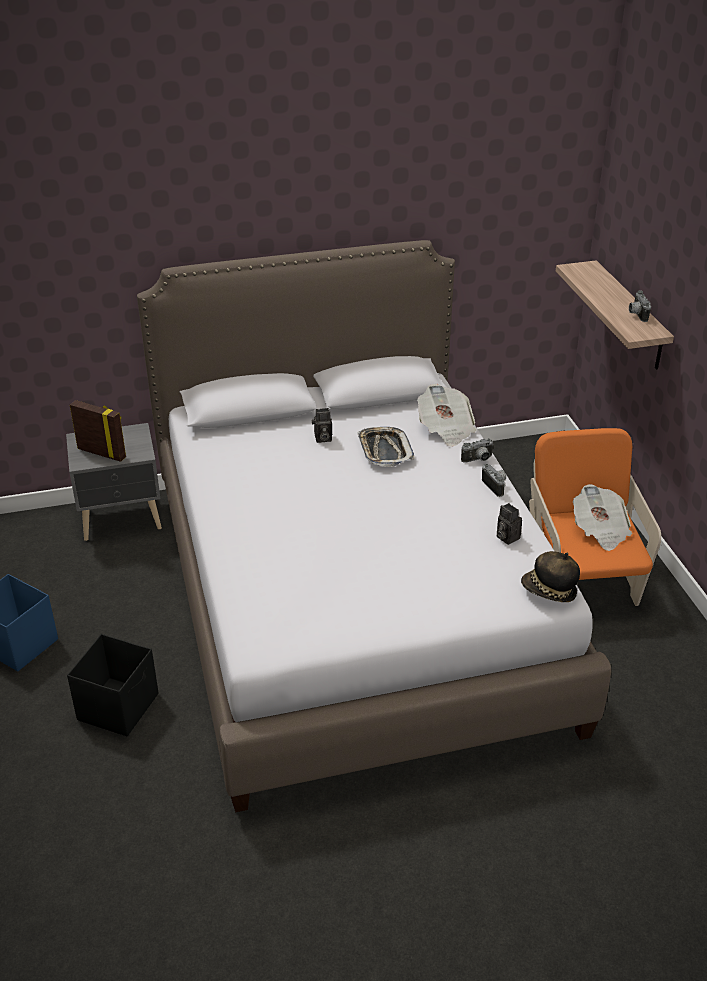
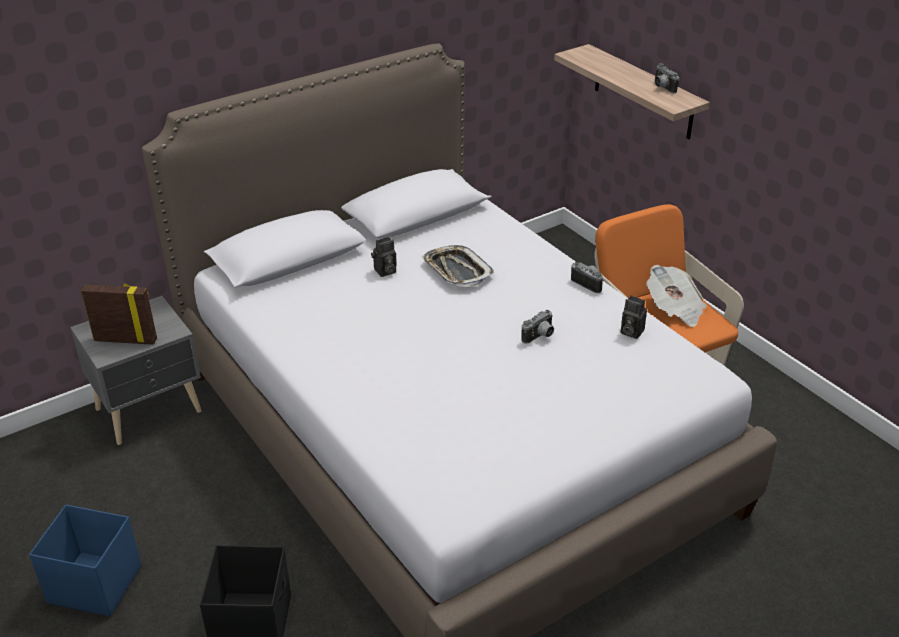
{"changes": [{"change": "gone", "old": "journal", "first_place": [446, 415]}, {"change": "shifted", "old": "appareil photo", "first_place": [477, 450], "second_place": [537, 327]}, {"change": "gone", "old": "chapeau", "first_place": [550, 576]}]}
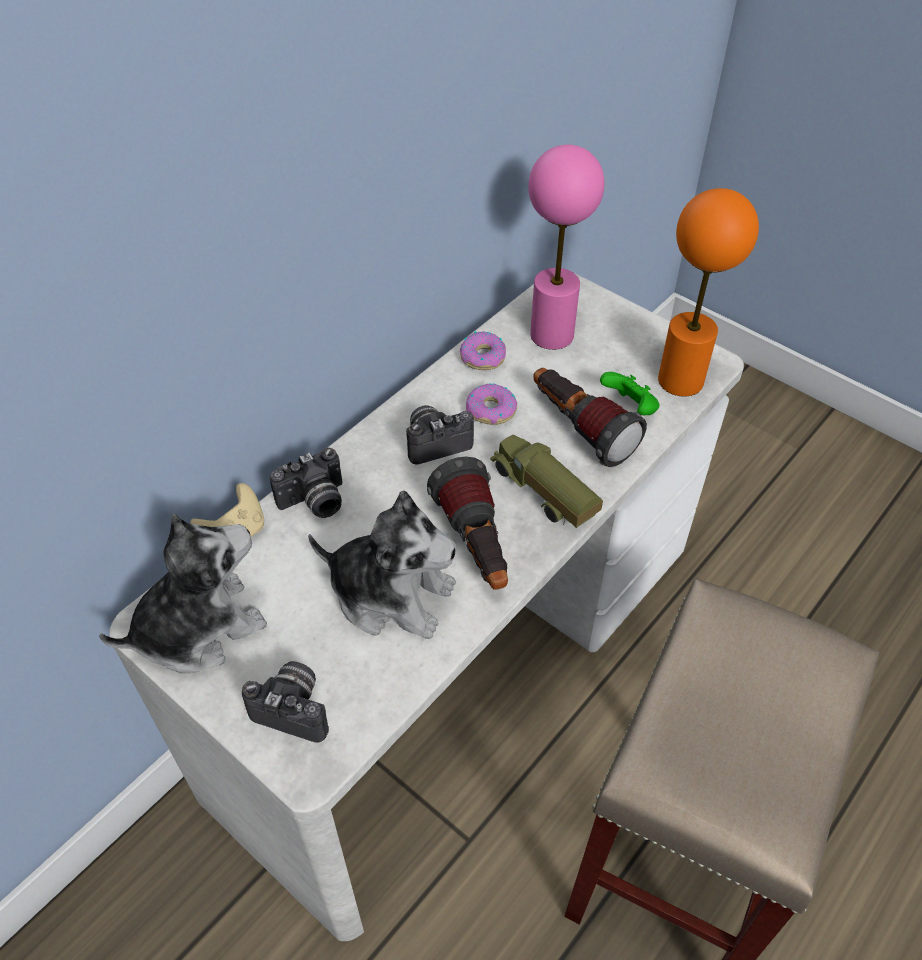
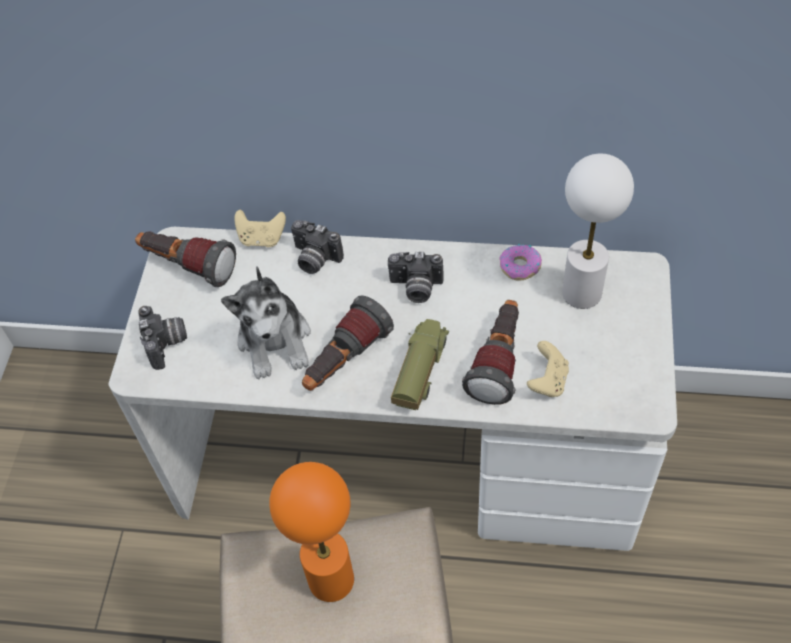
{"changes": [{"change": "repainted", "old": "lampe de table [rose]", "new": "lampe de table [blanc]", "first_place": [566, 247], "second_place": [598, 231]}, {"change": "shifted", "old": "lampe de table [orange]", "first_place": [708, 292], "second_place": [311, 532]}, {"change": "repainted", "old": "manette [vert]", "new": "manette [beige]", "first_place": [630, 393], "second_place": [548, 369]}, {"change": "gone", "old": "beignet", "first_place": [491, 404]}, {"change": "rotated", "old": "appareil photo", "first_place": [440, 434], "second_place": [416, 277], "degrees": 150}, {"change": "swapped", "old": "peluche", "new": "lampe de poche", "first_place": [183, 593], "second_place": [185, 259]}]}
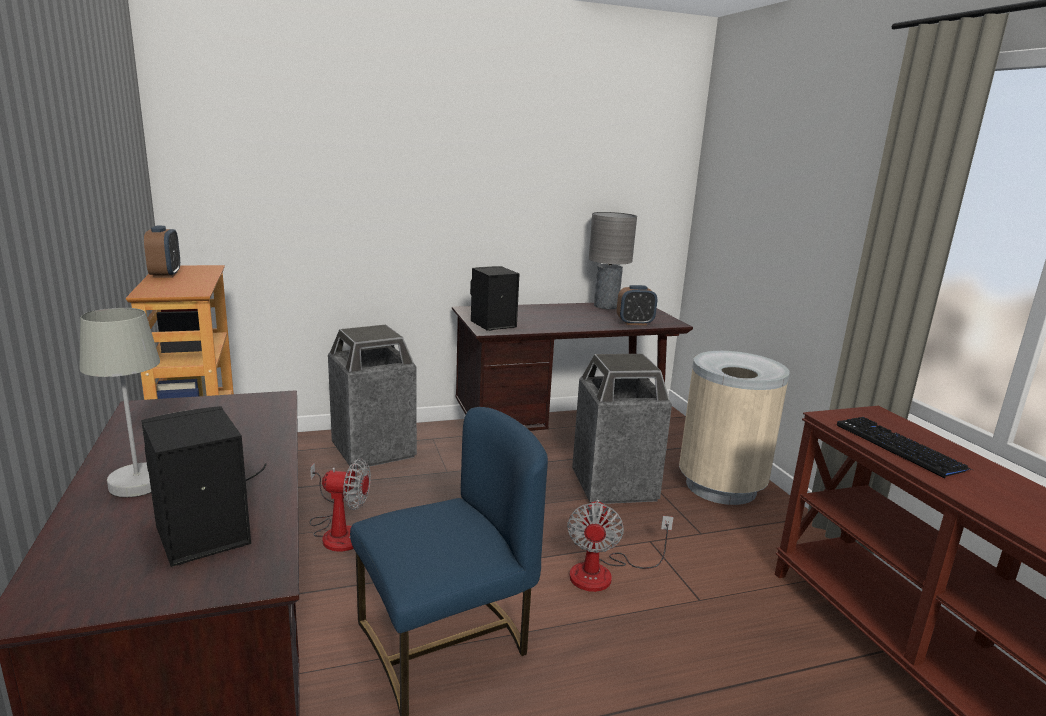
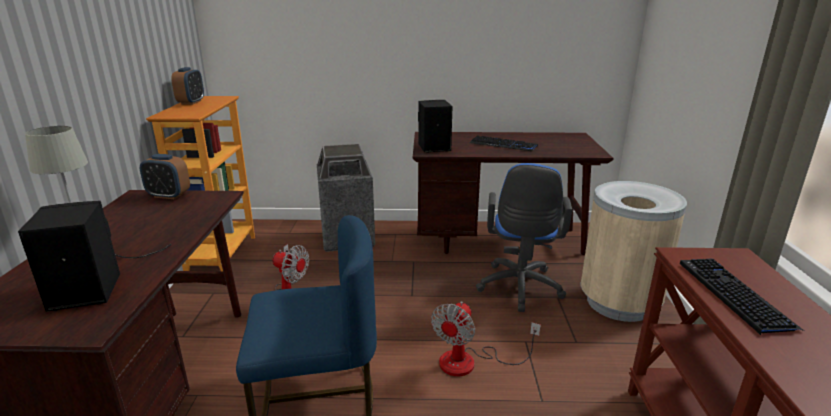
{"changes": [{"change": "gone", "old": "lampe de table [gris]", "first_place": [613, 260]}, {"change": "shifted", "old": "réveil", "first_place": [637, 305], "second_place": [165, 176]}, {"change": "swapped", "old": "poubelle", "new": "chaise de bureau [bleu]", "first_place": [622, 429], "second_place": [524, 237]}, {"change": "new", "new": "clavier", "second_place": [504, 143]}]}
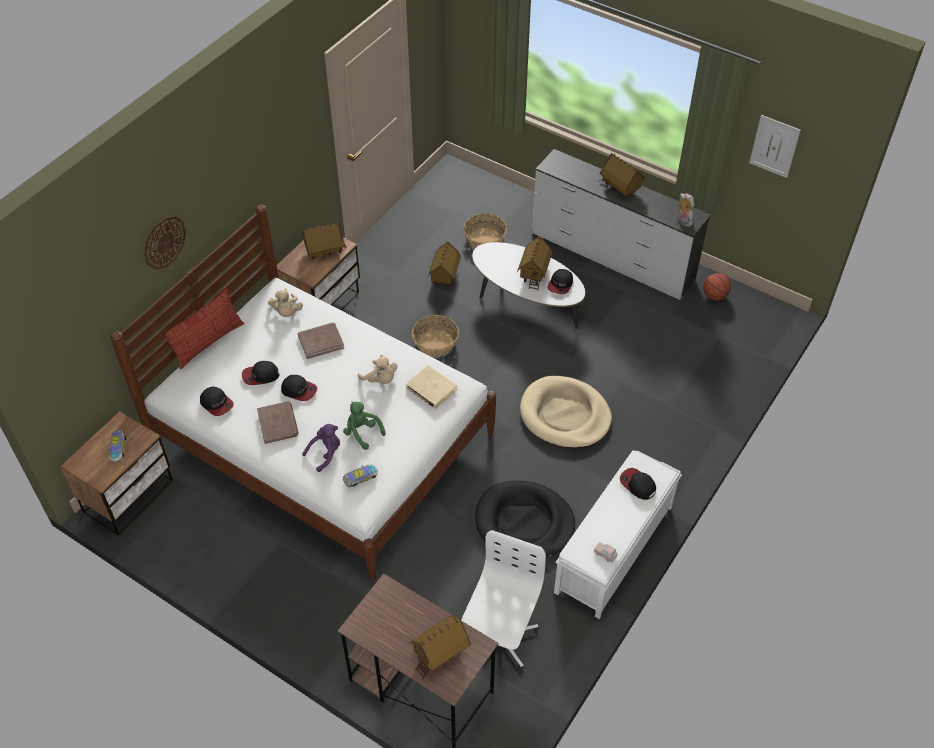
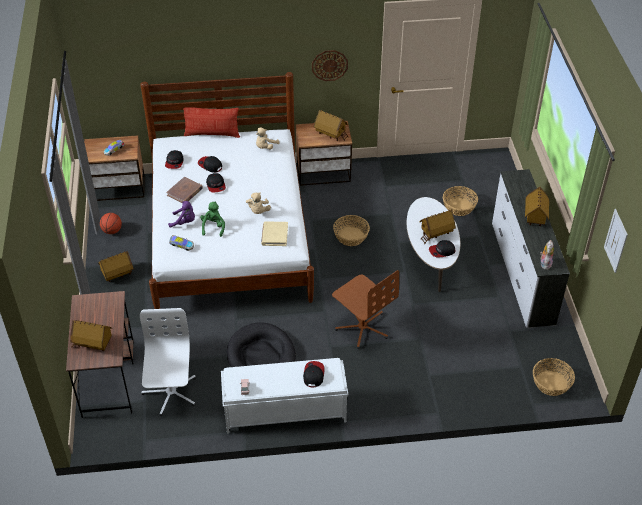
{"changes": [{"change": "shifted", "old": "horloge murale", "first_place": [165, 243], "second_place": [330, 65]}, {"change": "shifted", "old": "maison miniature", "first_place": [444, 264], "second_place": [116, 266]}, {"change": "shifted", "old": "ballon de basket", "first_place": [717, 287], "second_place": [111, 223]}, {"change": "gone", "old": "livre [marron]", "first_place": [321, 341]}, {"change": "swapped", "old": "panier pour chien [beige]", "new": "chaise de bureau [marron]", "first_place": [566, 412], "second_place": [365, 309]}, {"change": "rotated", "old": "chaise de bureau [blanc]", "first_place": [503, 599], "second_place": [168, 362], "degrees": -75}, {"change": "new", "new": "panier", "second_place": [554, 377]}]}
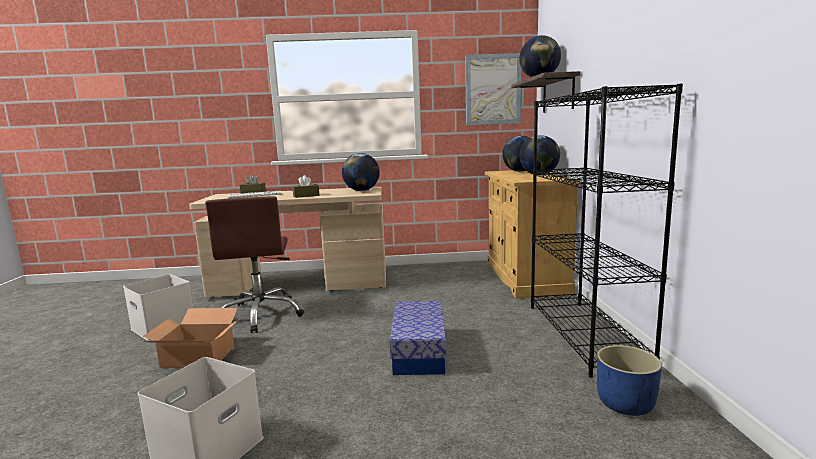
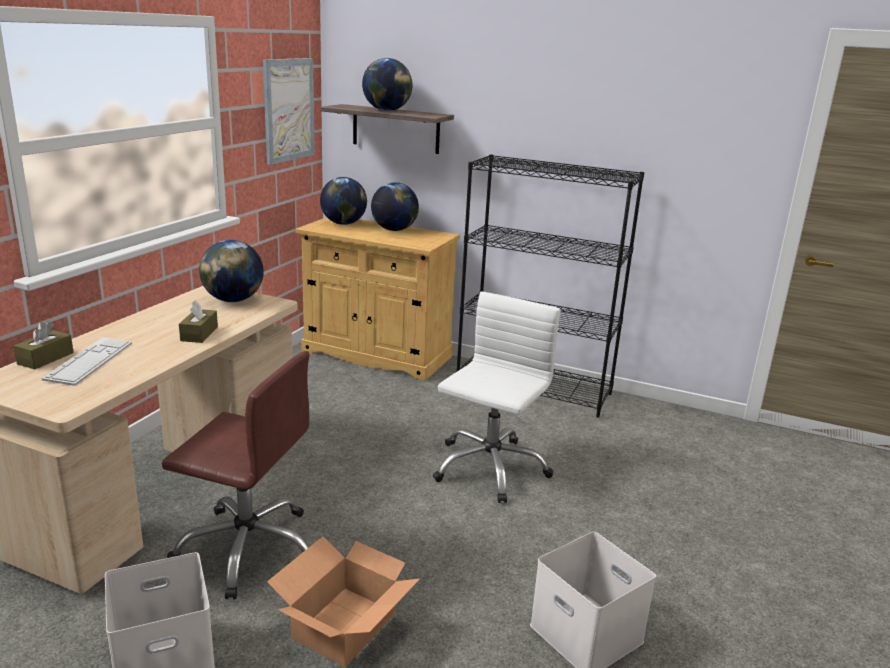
{"changes": [{"change": "swapped", "old": "boîte de rangement", "new": "chaise de bureau [blanc]", "first_place": [418, 338], "second_place": [497, 397]}, {"change": "gone", "old": "cache-pot [bleu]", "first_place": [629, 380]}]}
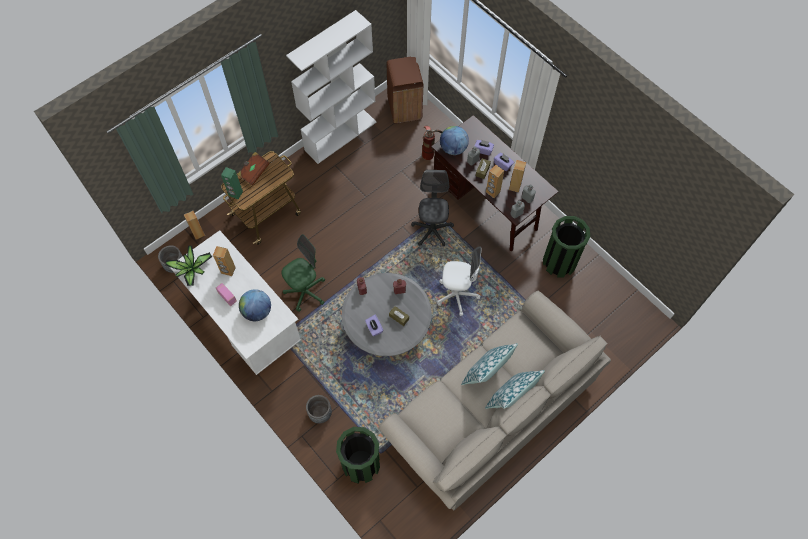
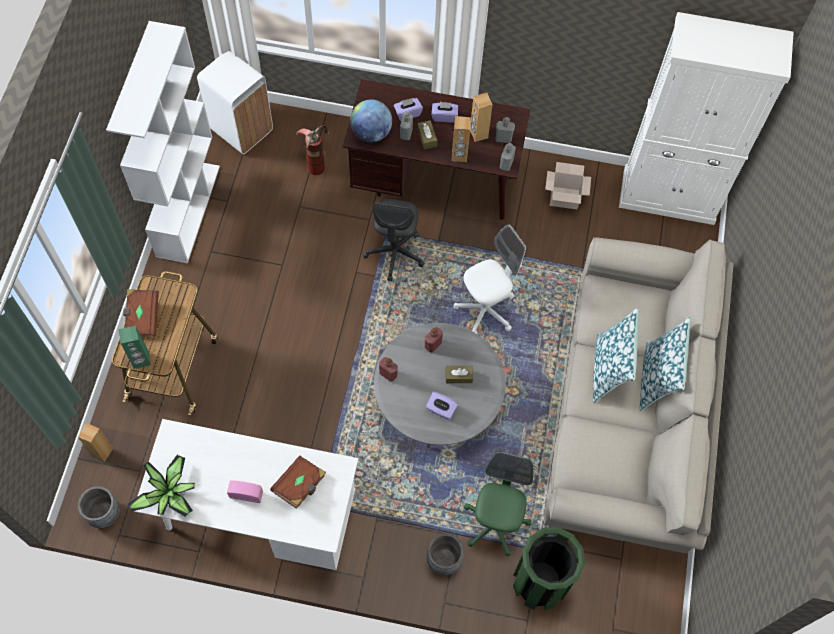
{"changes": [{"change": "repainted", "old": "poubelle [marron]", "new": "poubelle [blanc]", "first_place": [405, 90], "second_place": [235, 103]}, {"change": "rotated", "old": "chaise de bureau [gris]", "first_place": [432, 208], "second_place": [394, 240], "degrees": -135}, {"change": "swapped", "old": "poubelle [vert]", "new": "carton", "first_place": [566, 246], "second_place": [568, 185]}, {"change": "shifted", "old": "chaise de bureau [vert]", "first_place": [303, 273], "second_place": [498, 504]}, {"change": "gone", "old": "enceinte [marron]", "first_place": [224, 261]}, {"change": "swapped", "old": "globe", "new": "livre [marron]", "first_place": [255, 305], "second_place": [298, 482]}, {"change": "new", "new": "meuble de rangement [blanc]", "second_place": [706, 118]}]}
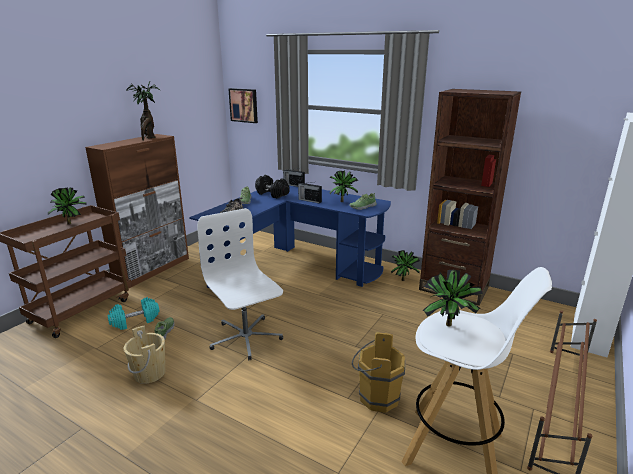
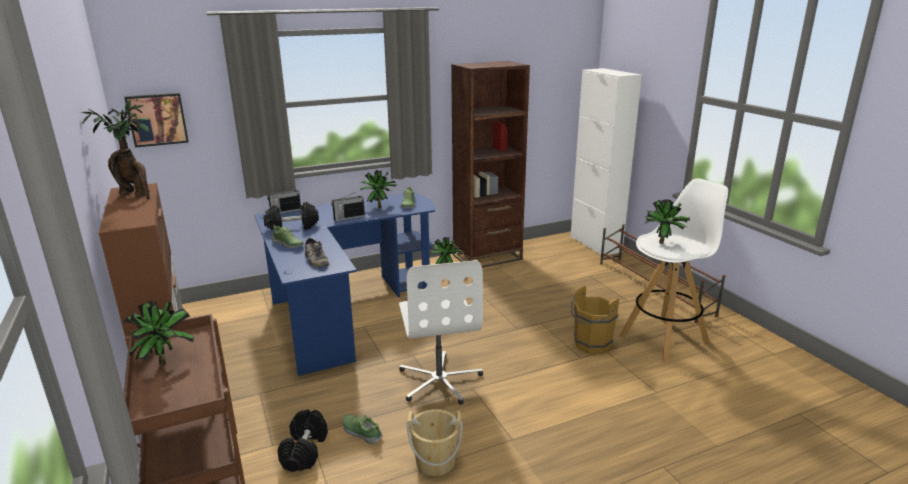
{"changes": [{"change": "rotated", "old": "chaise de bureau [blanc]", "first_place": [240, 284], "second_place": [441, 332], "degrees": -105}, {"change": "repainted", "old": "haltère [turquoise]", "new": "haltère [noir]", "first_place": [133, 313], "second_place": [302, 440]}]}
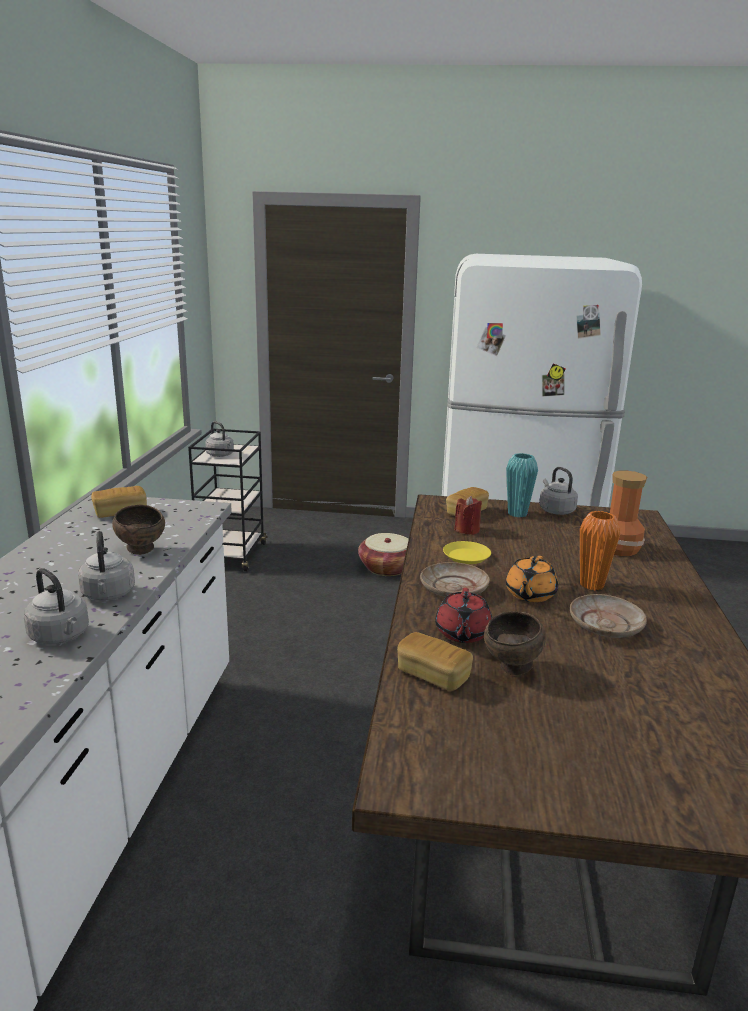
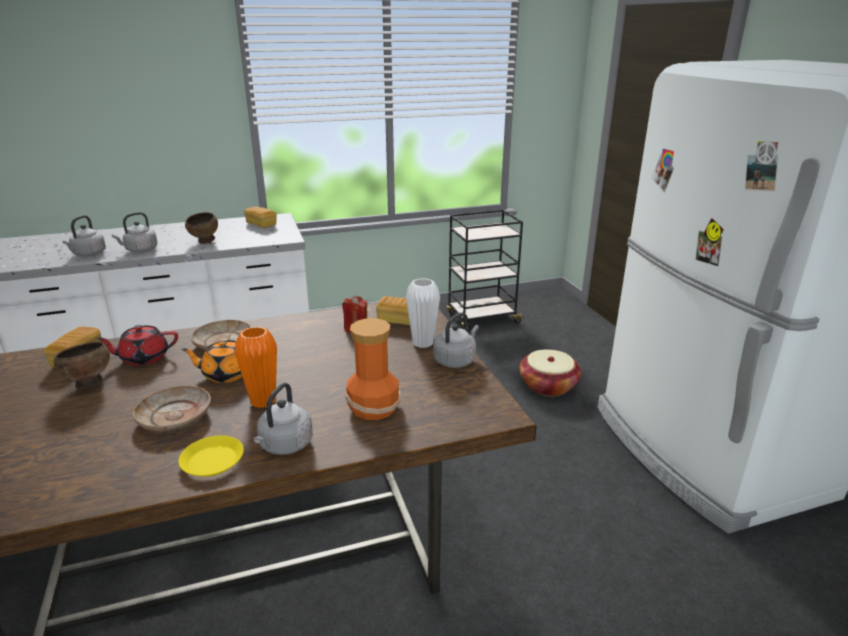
{"changes": [{"change": "shifted", "old": "bouilloire [gris]", "first_place": [219, 439], "second_place": [283, 419]}, {"change": "repainted", "old": "vase [turquoise]", "new": "vase [blanc]", "first_place": [522, 485], "second_place": [423, 313]}, {"change": "shifted", "old": "assiette [jaune]", "first_place": [467, 552], "second_place": [211, 456]}]}
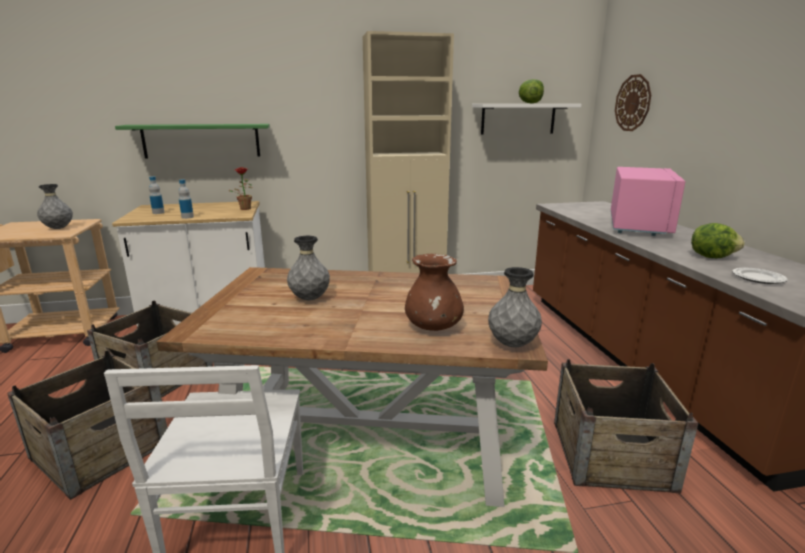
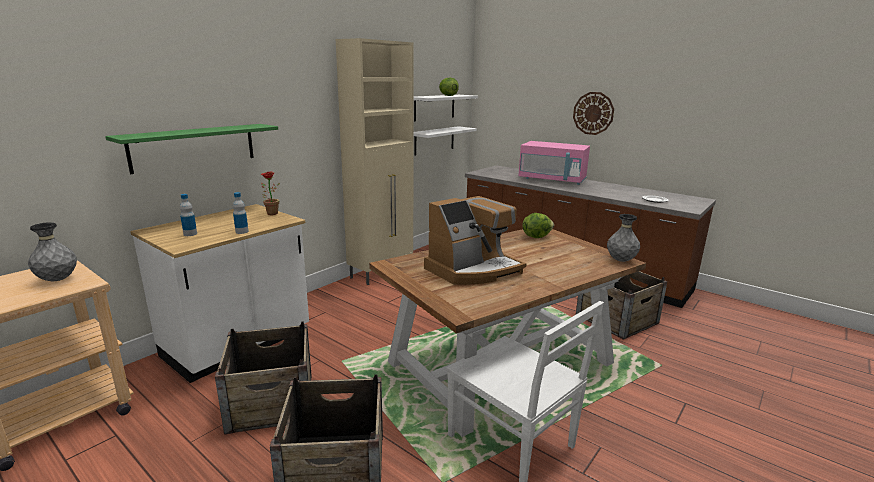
{"changes": [{"change": "shifted", "old": "horloge murale", "first_place": [633, 102], "second_place": [593, 113]}, {"change": "rotated", "old": "micro-ondes [rose]", "first_place": [648, 201], "second_place": [554, 163], "degrees": 135}, {"change": "shifted", "old": "laitue", "first_place": [718, 240], "second_place": [538, 225]}, {"change": "swapped", "old": "vase [gris]", "new": "machine à café", "first_place": [308, 268], "second_place": [475, 240]}, {"change": "gone", "old": "vase [marron]", "first_place": [434, 292]}, {"change": "new", "new": "étagère [blanc]", "second_place": [445, 141]}]}
